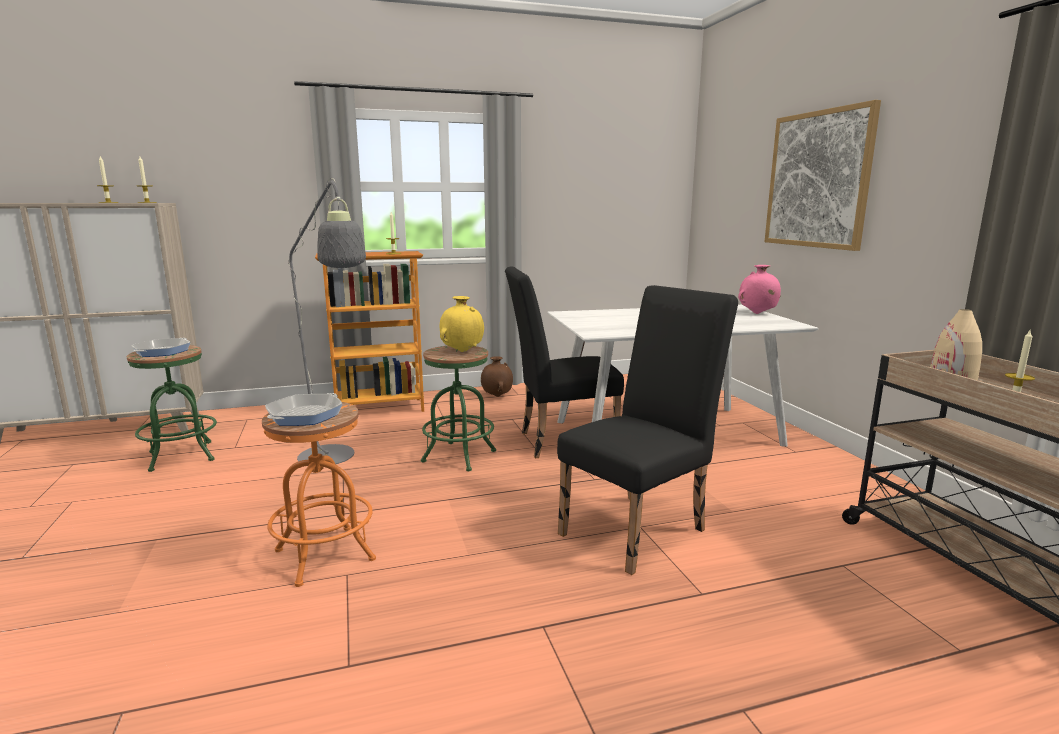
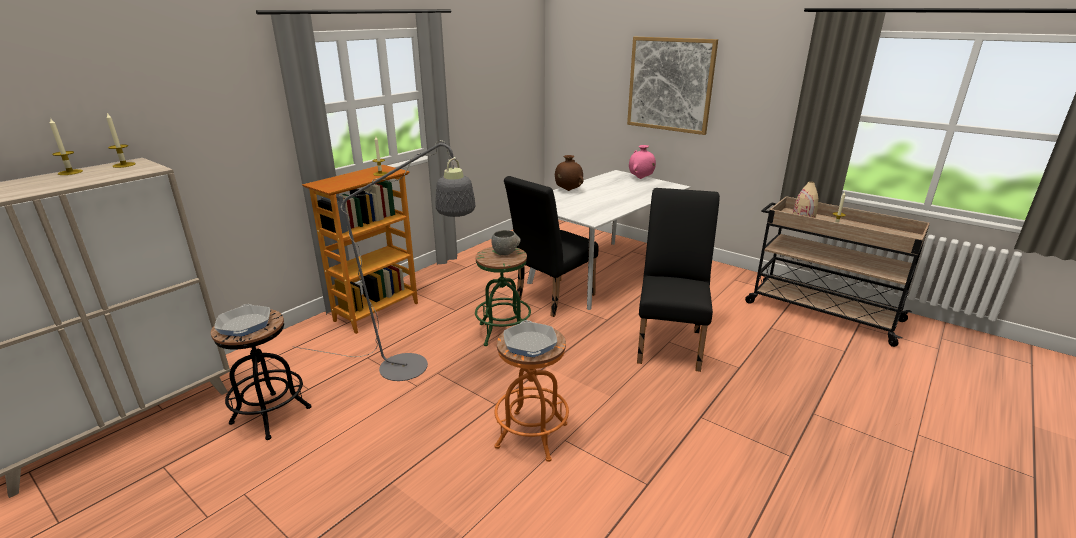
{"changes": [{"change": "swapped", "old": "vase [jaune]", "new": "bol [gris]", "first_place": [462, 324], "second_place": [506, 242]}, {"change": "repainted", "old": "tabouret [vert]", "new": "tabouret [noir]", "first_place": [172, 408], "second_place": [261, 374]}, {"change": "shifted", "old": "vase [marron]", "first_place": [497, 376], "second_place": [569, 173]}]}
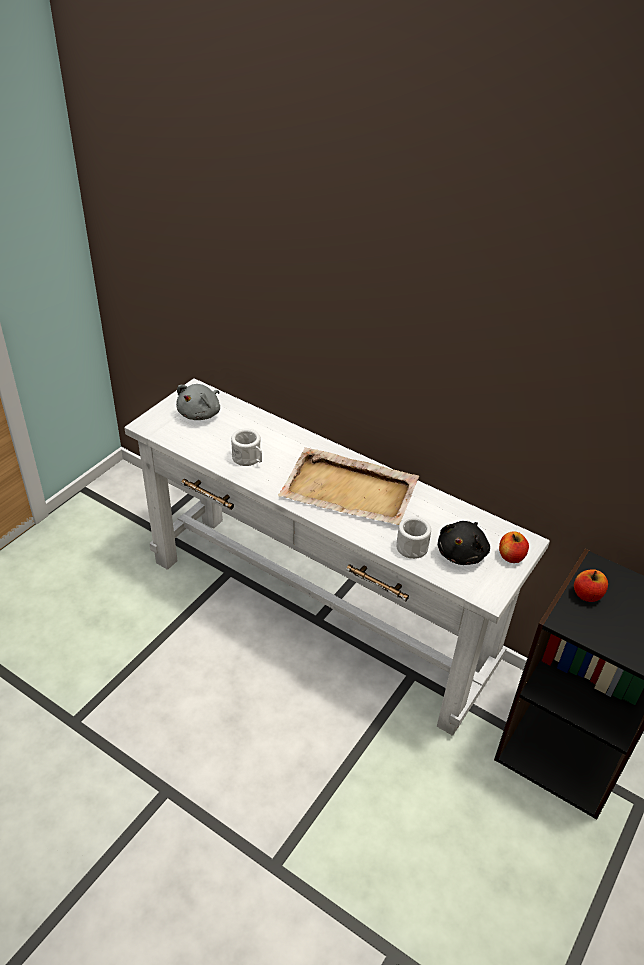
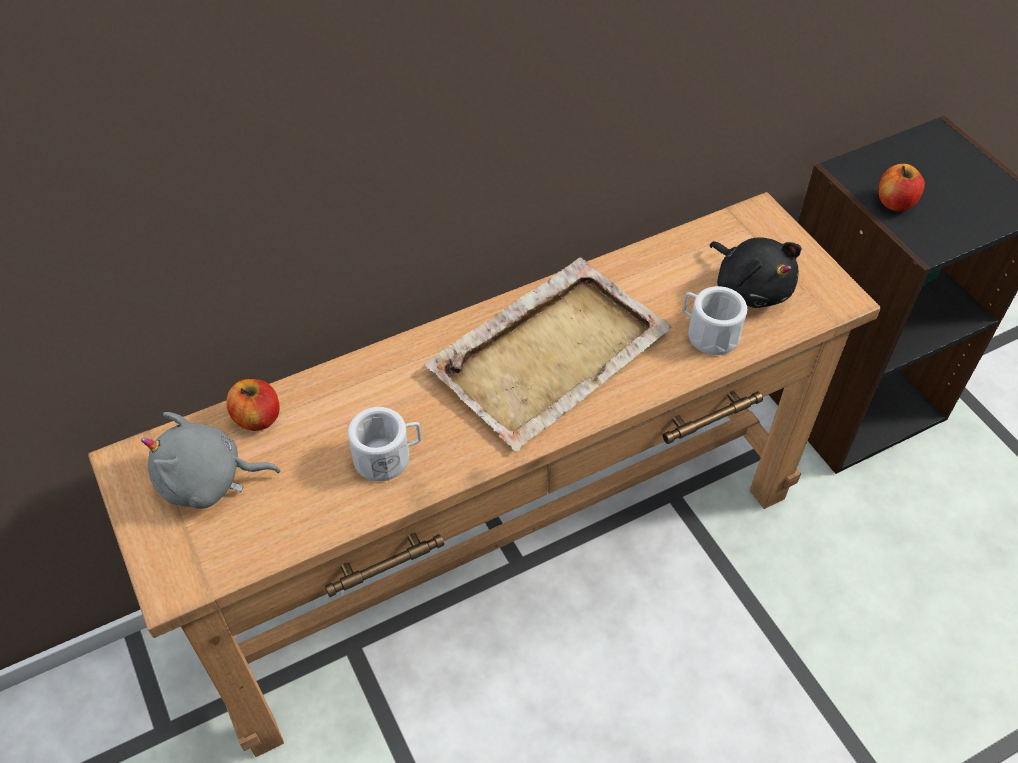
{"changes": [{"change": "repainted", "old": "table console [blanc]", "new": "table console [marron]", "first_place": [337, 557], "second_place": [484, 474]}, {"change": "rotated", "old": "peluche [gris]", "first_place": [198, 402], "second_place": [210, 460], "degrees": 120}, {"change": "shifted", "old": "pomme", "first_place": [514, 547], "second_place": [253, 405]}]}
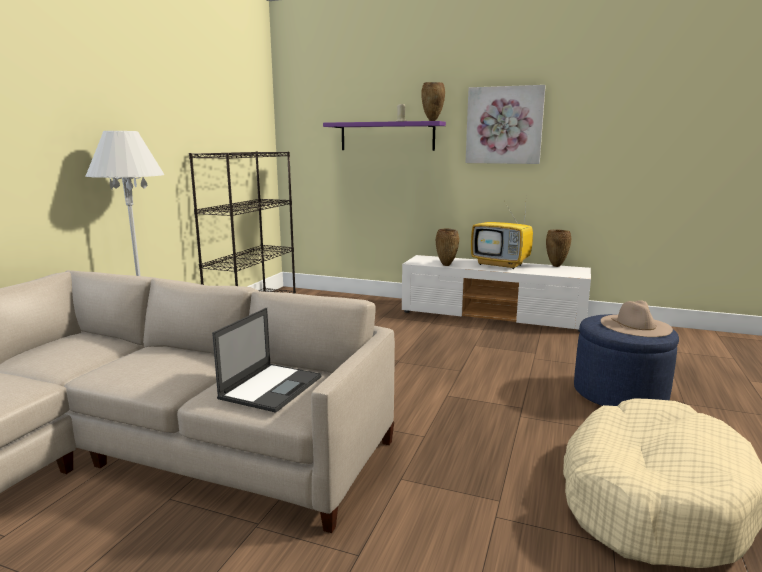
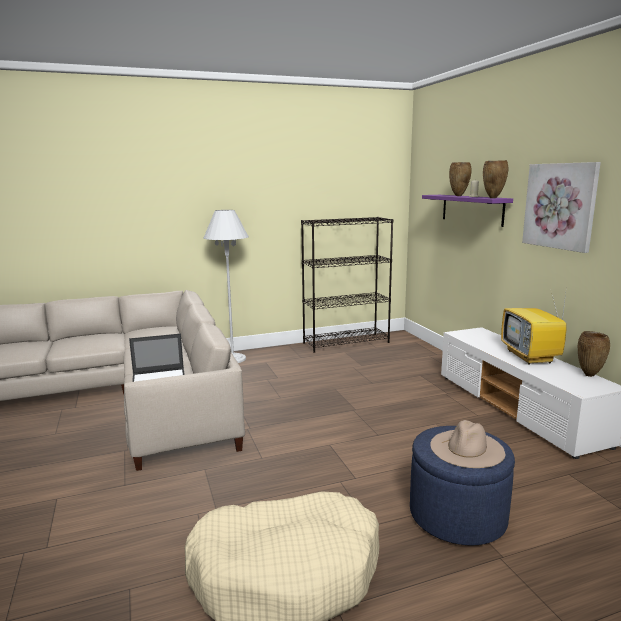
{"changes": [{"change": "shifted", "old": "vase [marron]", "first_place": [447, 247], "second_place": [460, 179]}]}
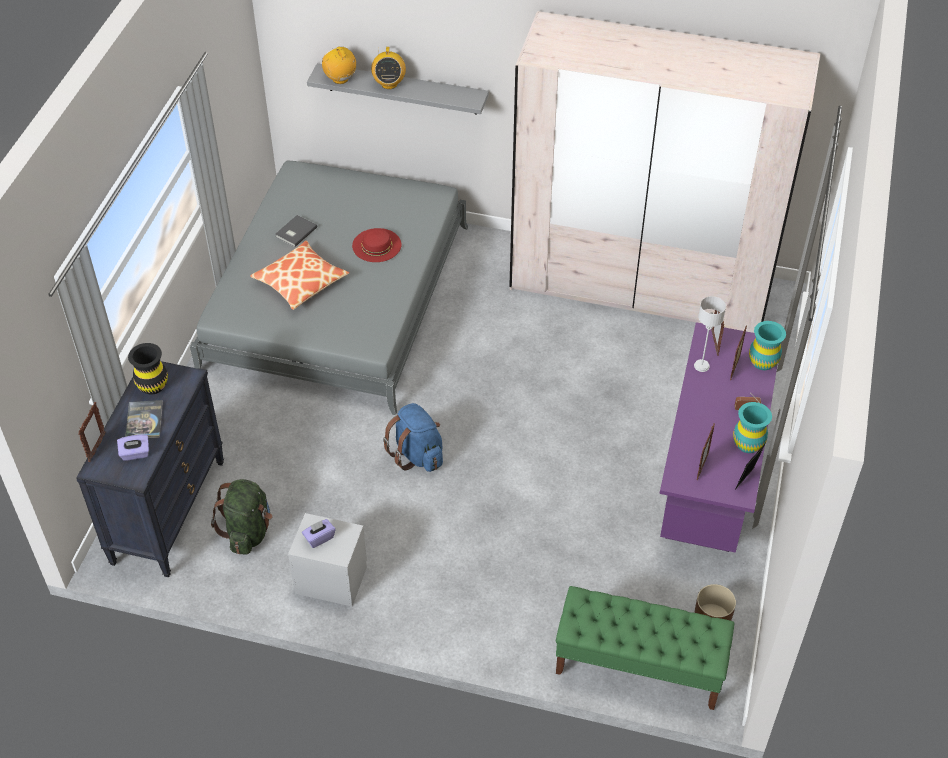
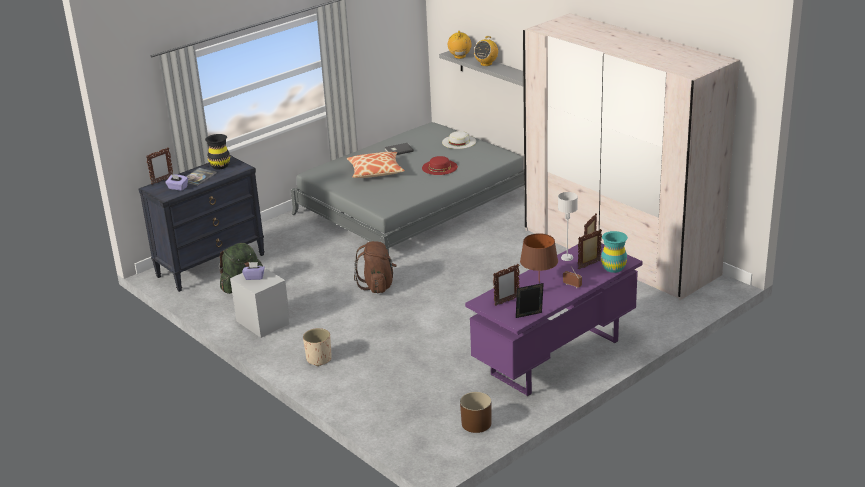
{"changes": [{"change": "gone", "old": "vase [turquoise]", "first_place": [752, 427]}, {"change": "repainted", "old": "sac à dos [bleu]", "new": "sac à dos [marron]", "first_place": [413, 437], "second_place": [375, 267]}, {"change": "gone", "old": "banc [vert]", "first_place": [645, 648]}, {"change": "new", "new": "chapeau [blanc]", "second_place": [459, 140]}, {"change": "new", "new": "lampe de table [marron]", "second_place": [539, 258]}, {"change": "new", "new": "cache-pot [beige]", "second_place": [317, 347]}]}
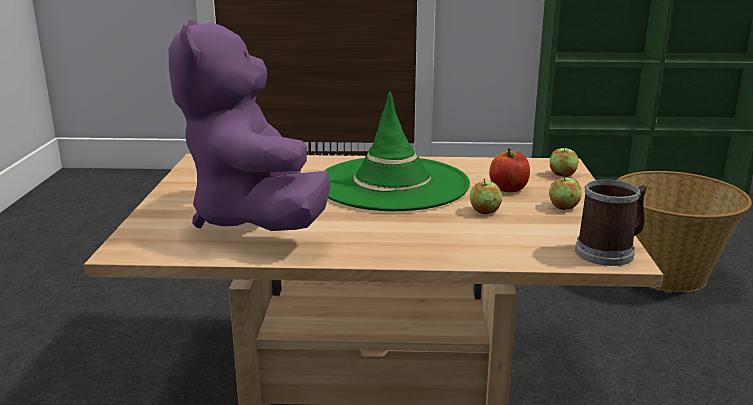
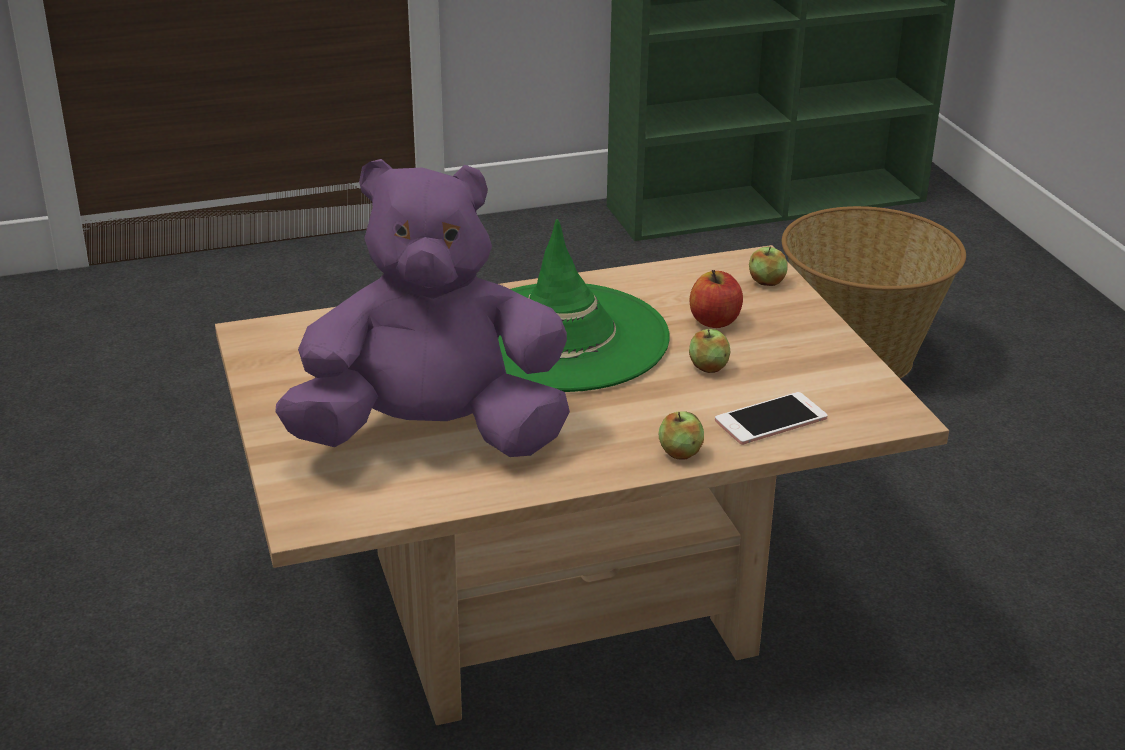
{"changes": [{"change": "rotated", "old": "peluche [violet]", "first_place": [250, 125], "second_place": [422, 308], "degrees": 120}, {"change": "shifted", "old": "pomme", "first_place": [565, 192], "second_place": [681, 435]}, {"change": "gone", "old": "mug", "first_place": [611, 222]}, {"change": "new", "new": "téléphone", "second_place": [771, 418]}]}
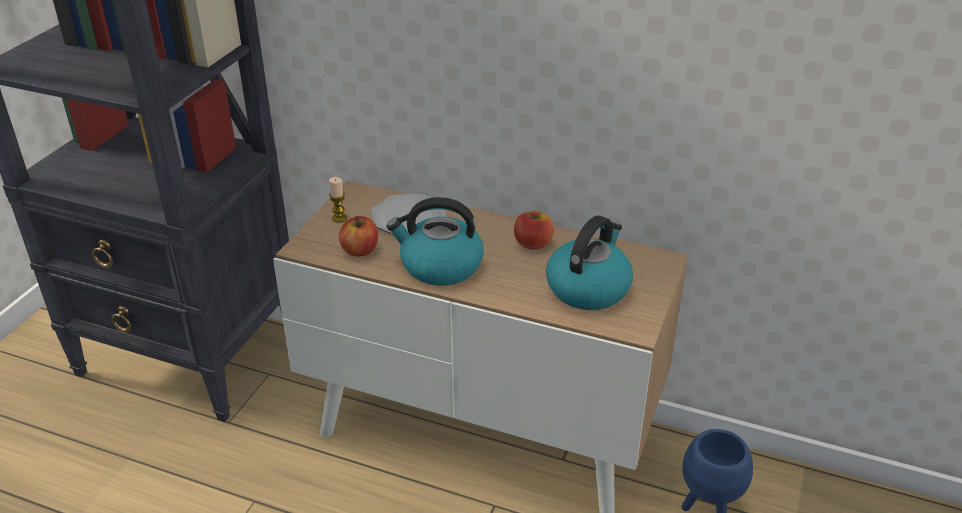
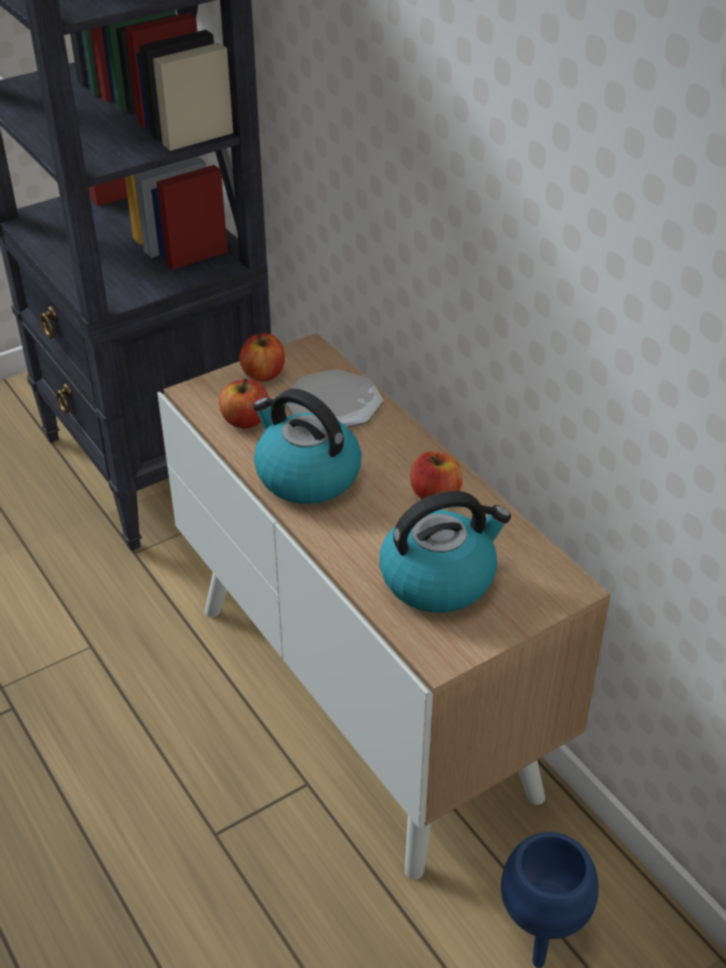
{"changes": [{"change": "swapped", "old": "bougie", "new": "pomme", "first_place": [338, 200], "second_place": [262, 357]}]}
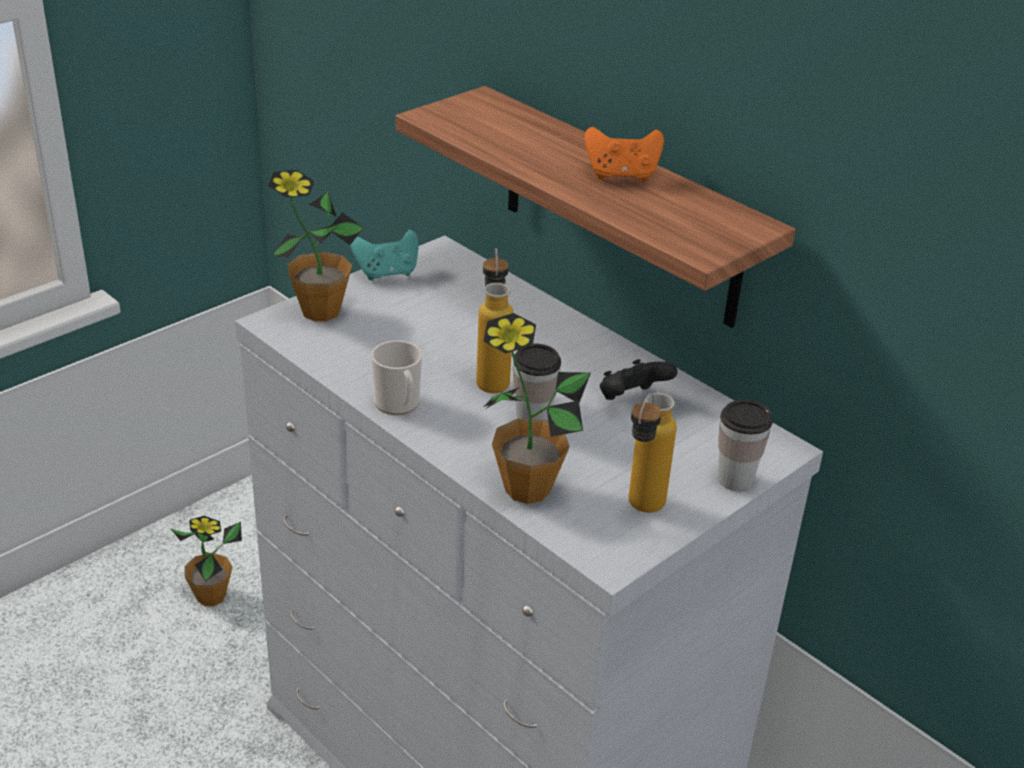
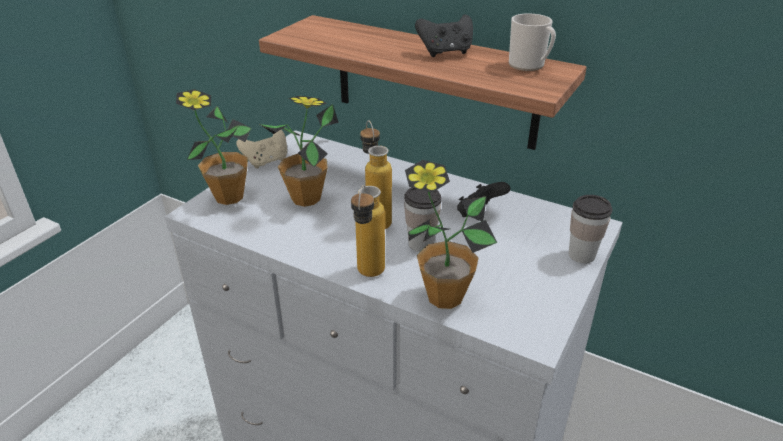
{"changes": [{"change": "repainted", "old": "manette [orange]", "new": "manette [noir]", "first_place": [624, 154], "second_place": [444, 35]}, {"change": "repainted", "old": "manette [turquoise]", "new": "manette [beige]", "first_place": [384, 255], "second_place": [261, 149]}, {"change": "shifted", "old": "mug", "first_place": [396, 377], "second_place": [532, 42]}, {"change": "shifted", "old": "bouteille", "first_place": [652, 453], "second_place": [368, 231]}, {"change": "shifted", "old": "plante en pot", "first_place": [206, 561], "second_place": [299, 151]}]}
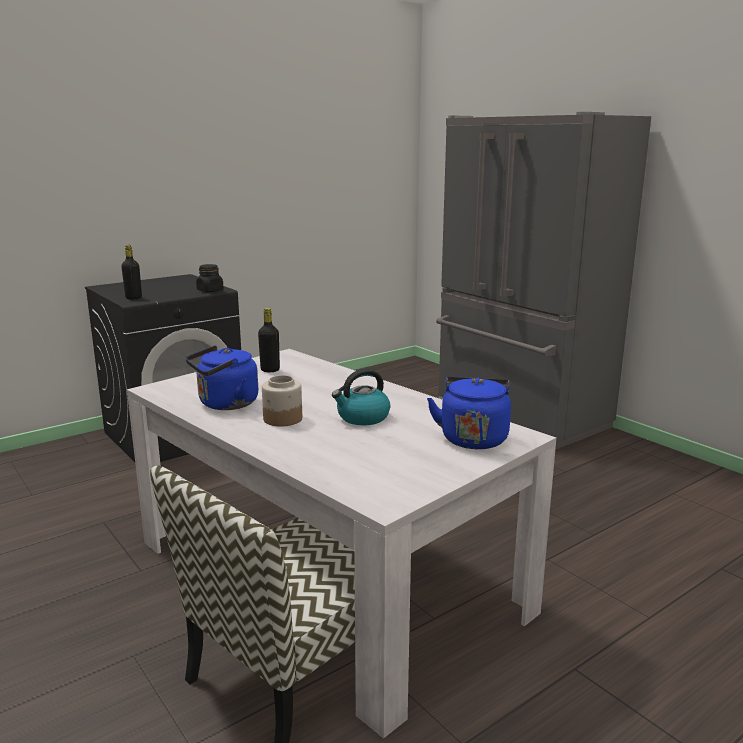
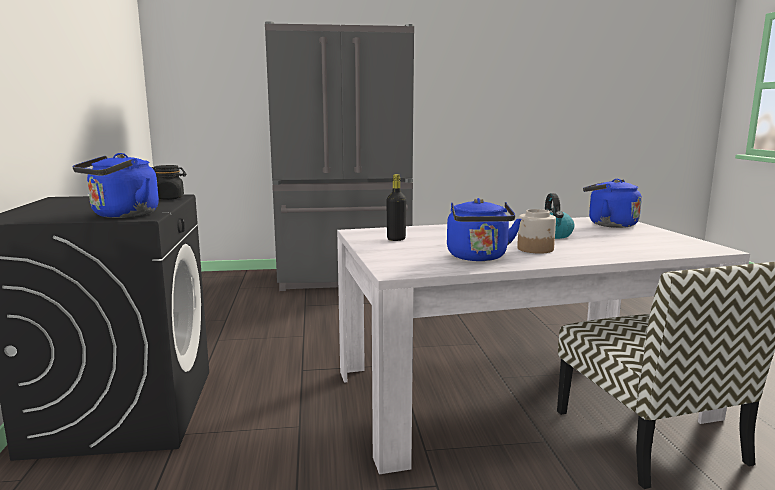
{"changes": [{"change": "swapped", "old": "bouteille [noir]", "new": "bouilloire [bleu]", "first_place": [131, 272], "second_place": [115, 185]}]}
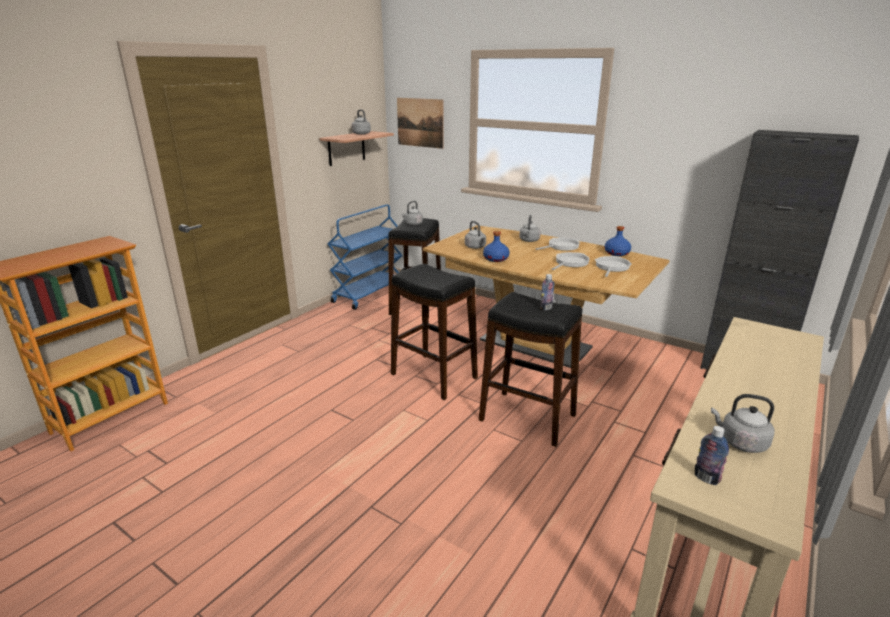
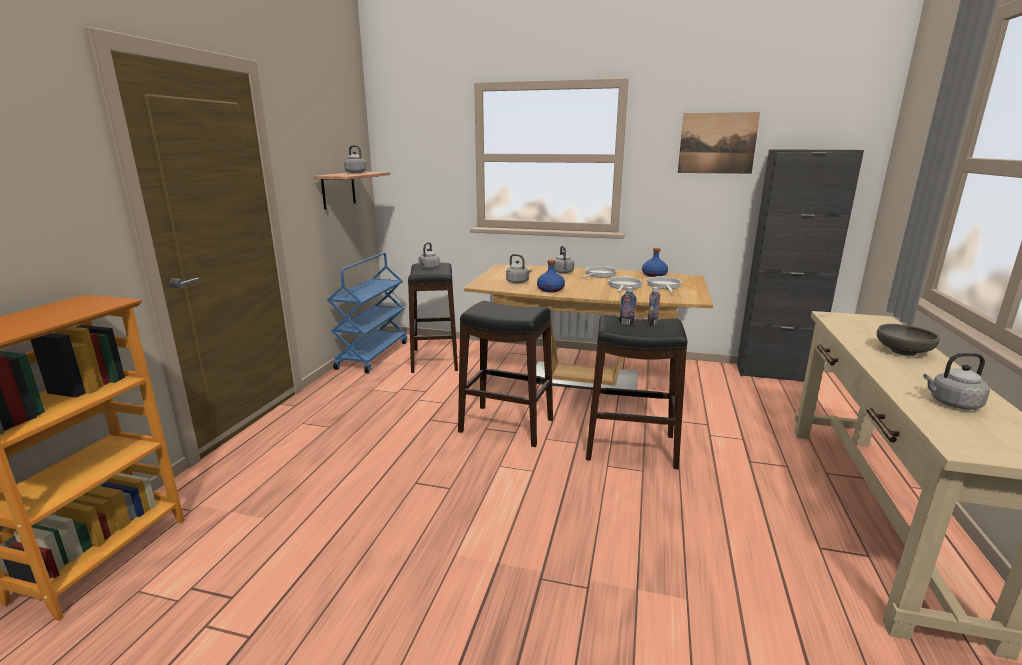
{"changes": [{"change": "shifted", "old": "tableau", "first_place": [420, 123], "second_place": [719, 143]}, {"change": "shifted", "old": "bouteille", "first_place": [712, 455], "second_place": [628, 306]}, {"change": "new", "new": "bol [gris]", "second_place": [908, 340]}]}
